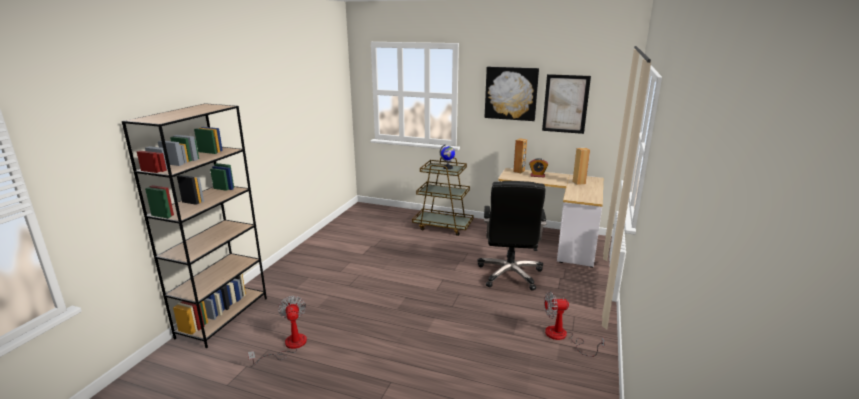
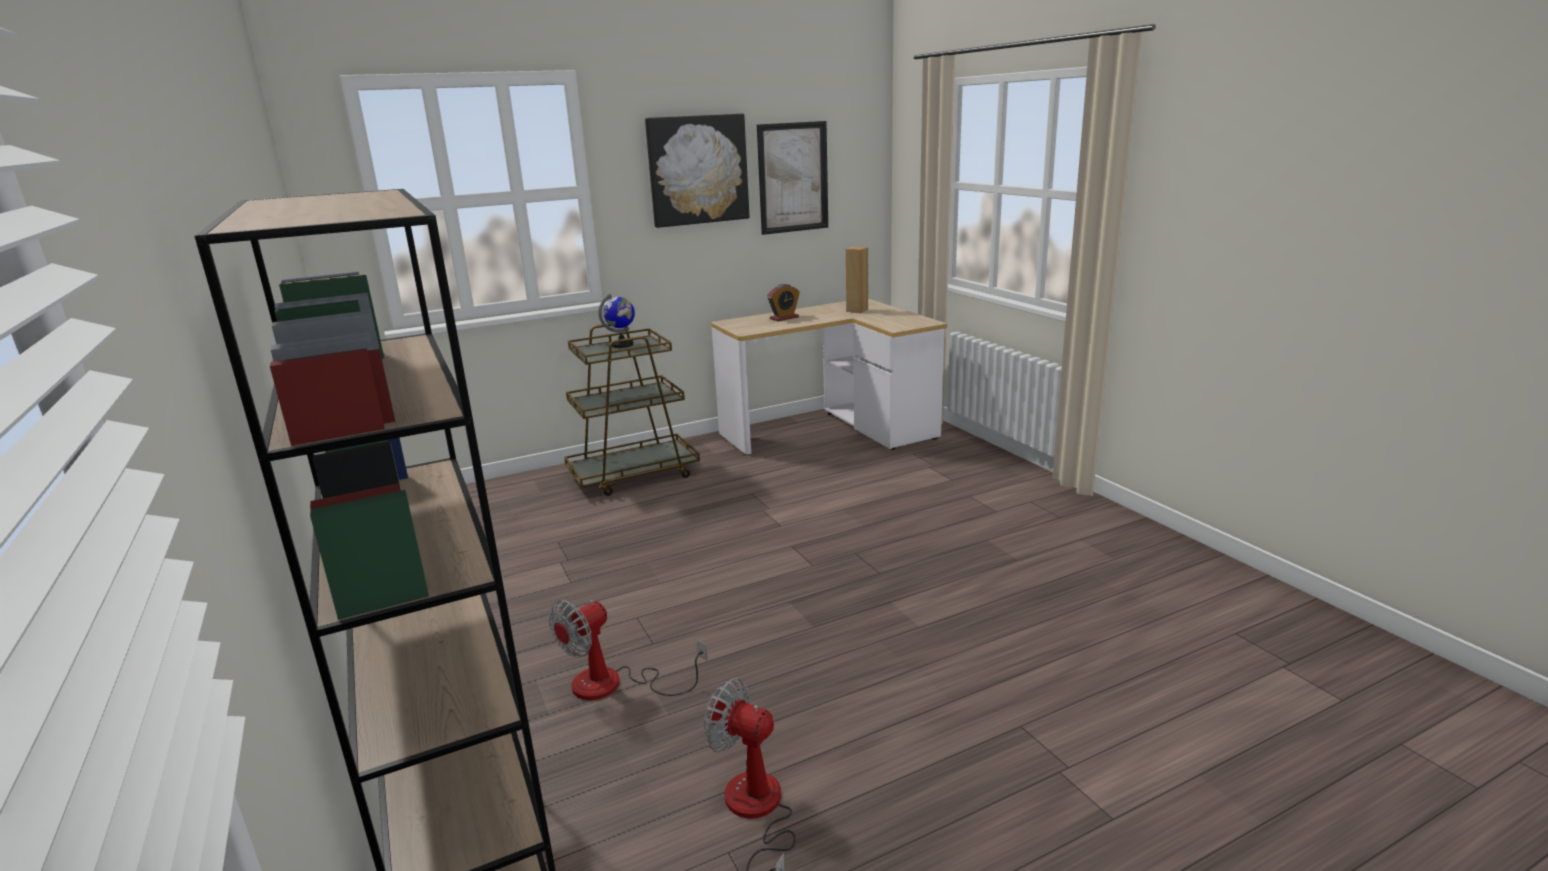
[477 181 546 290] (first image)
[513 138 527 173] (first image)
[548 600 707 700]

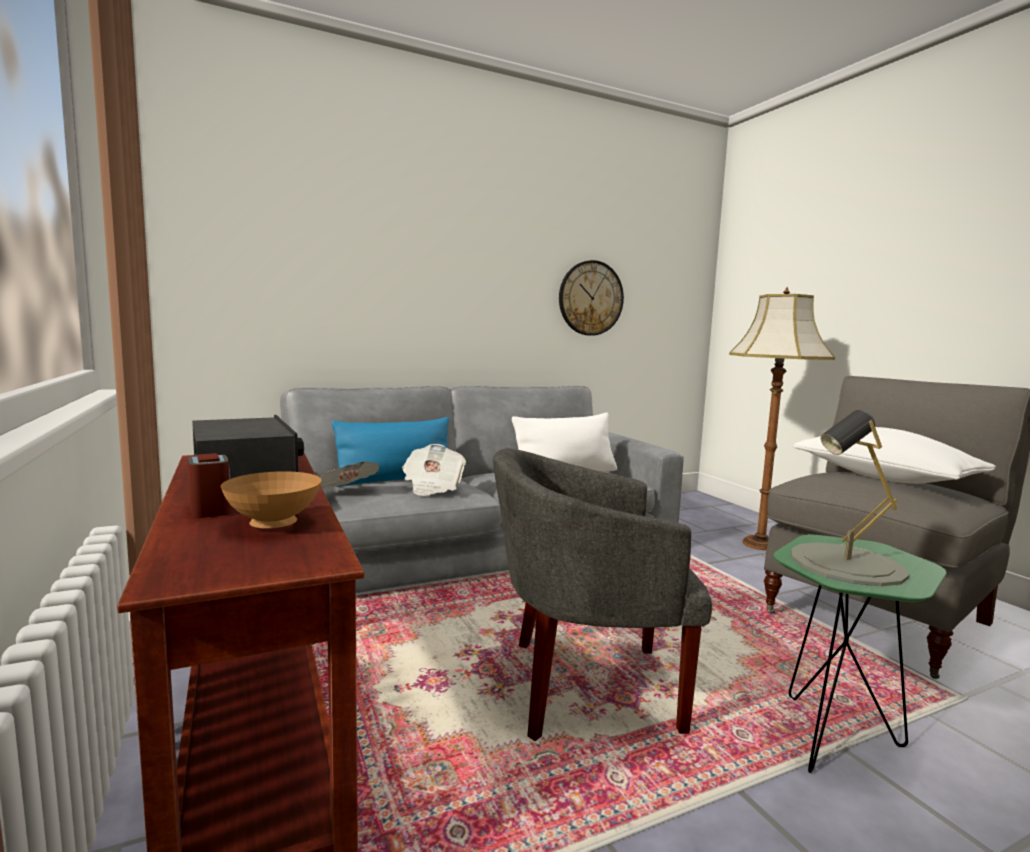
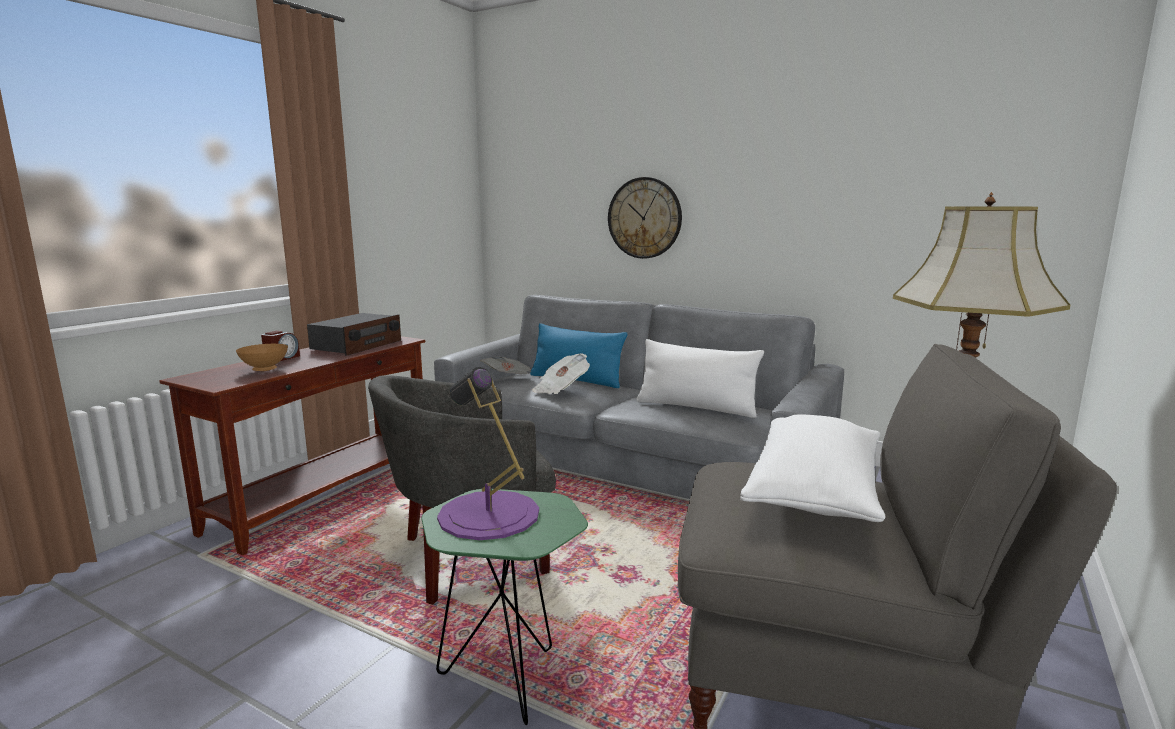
[368 375 556 605]
[608 177 682 259]
[437 367 539 540]

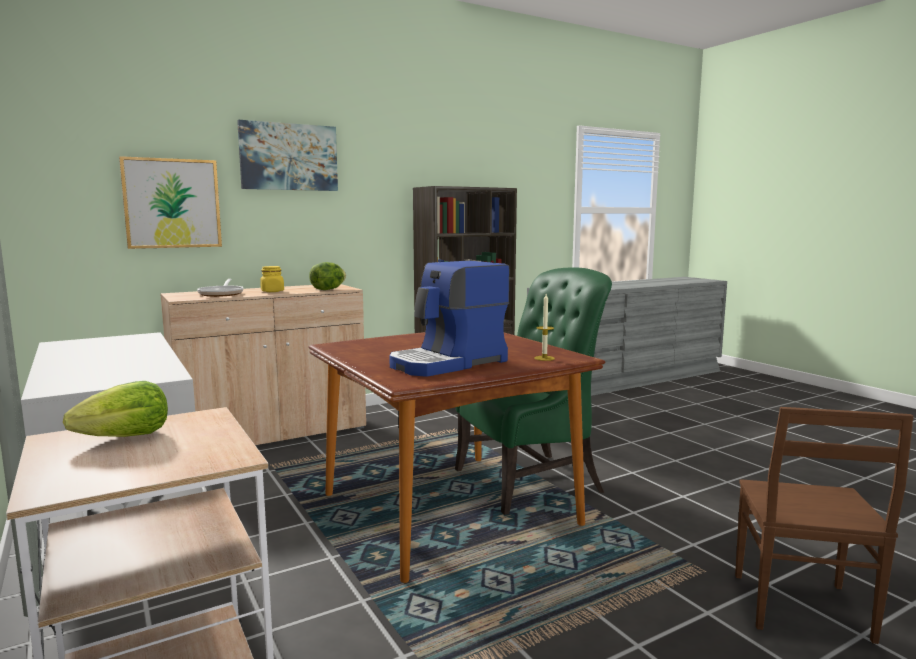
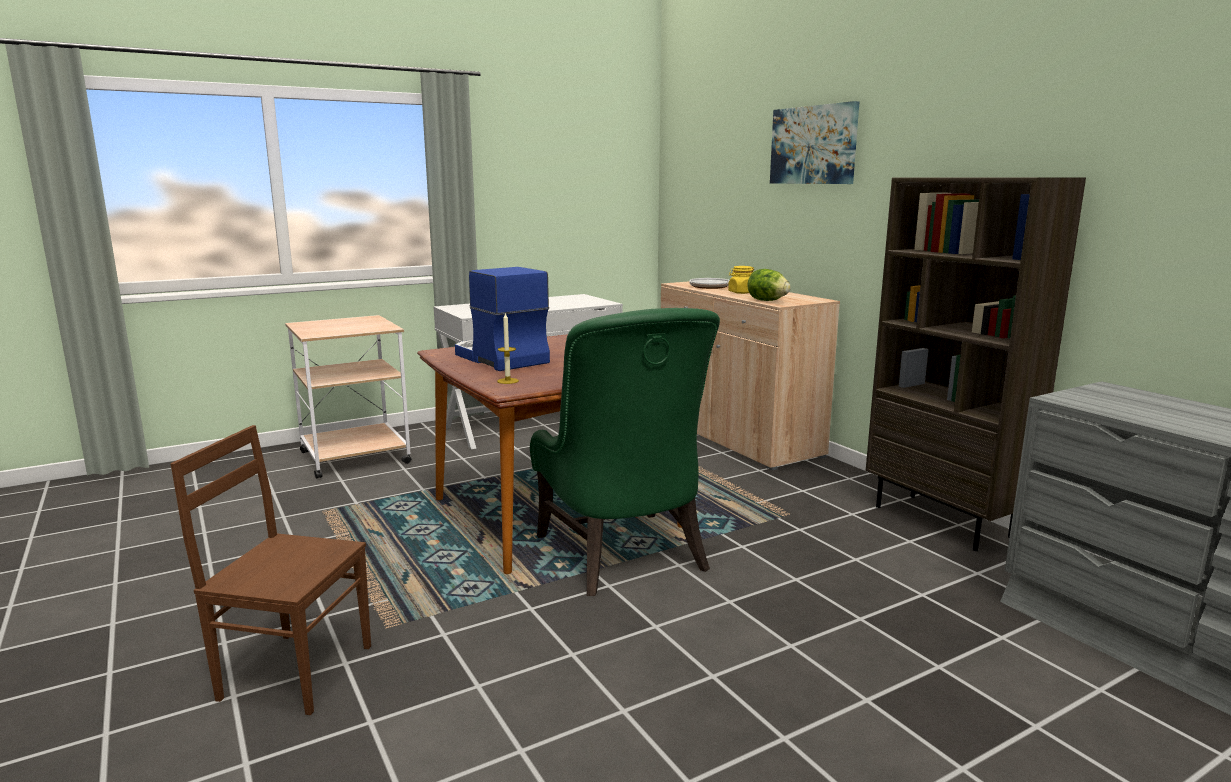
[63 381 168 437] (first image)
[119 156 222 249] (first image)

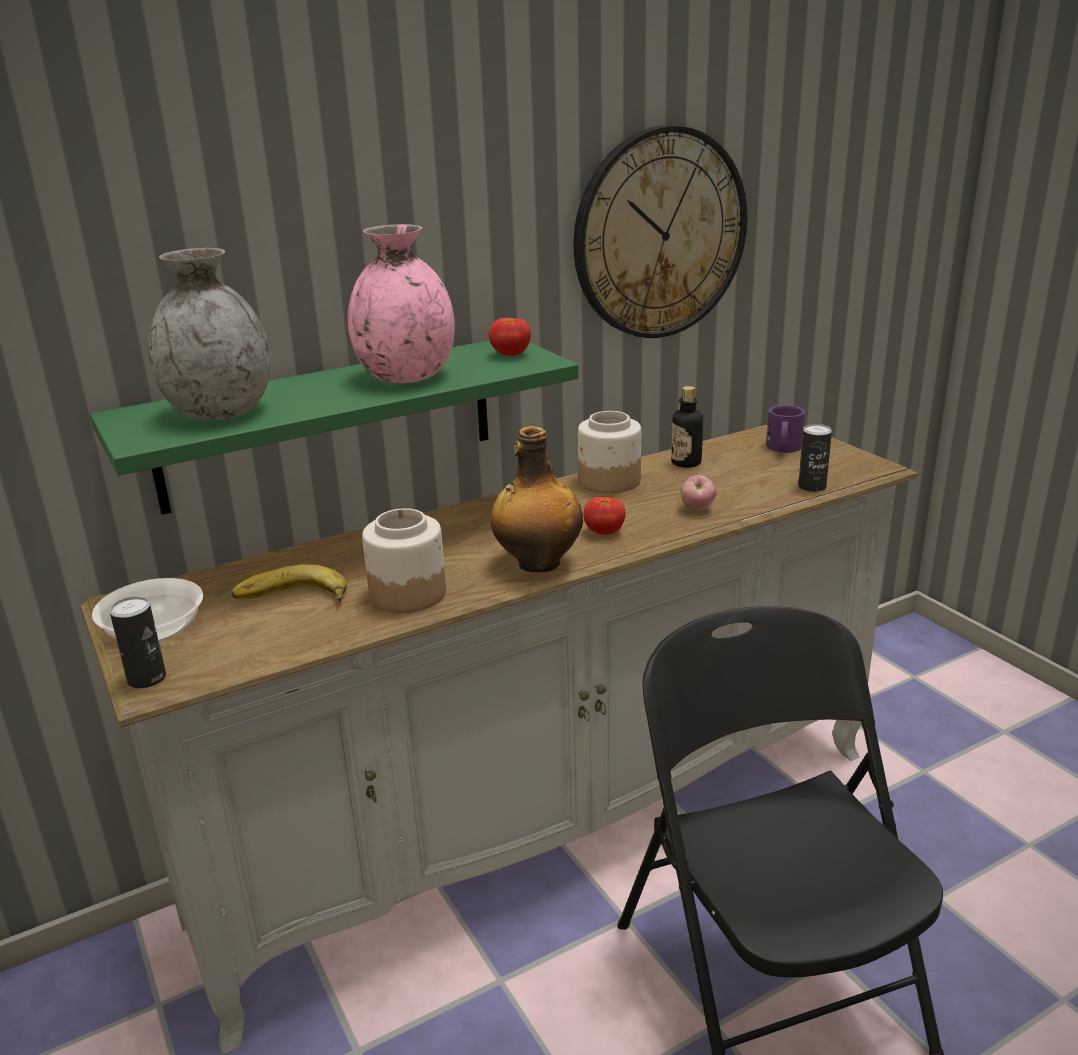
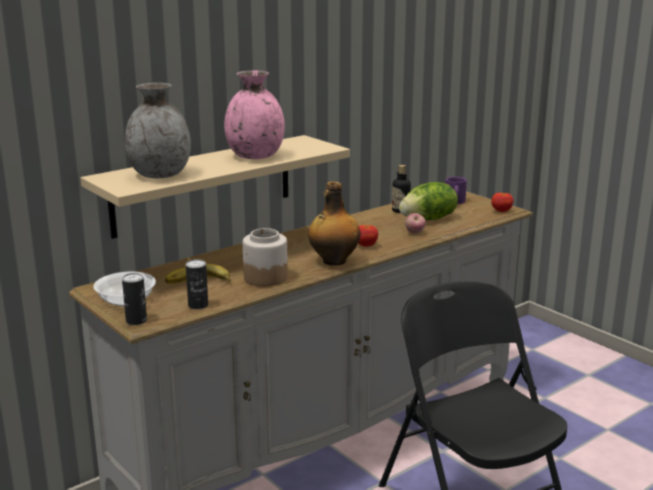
[80 135 350 239]
[491 193 513 212]
[574 125 748 338] (first image)
[578 411 641 493] (first image)
[186 259 208 309]
[399 182 458 220]

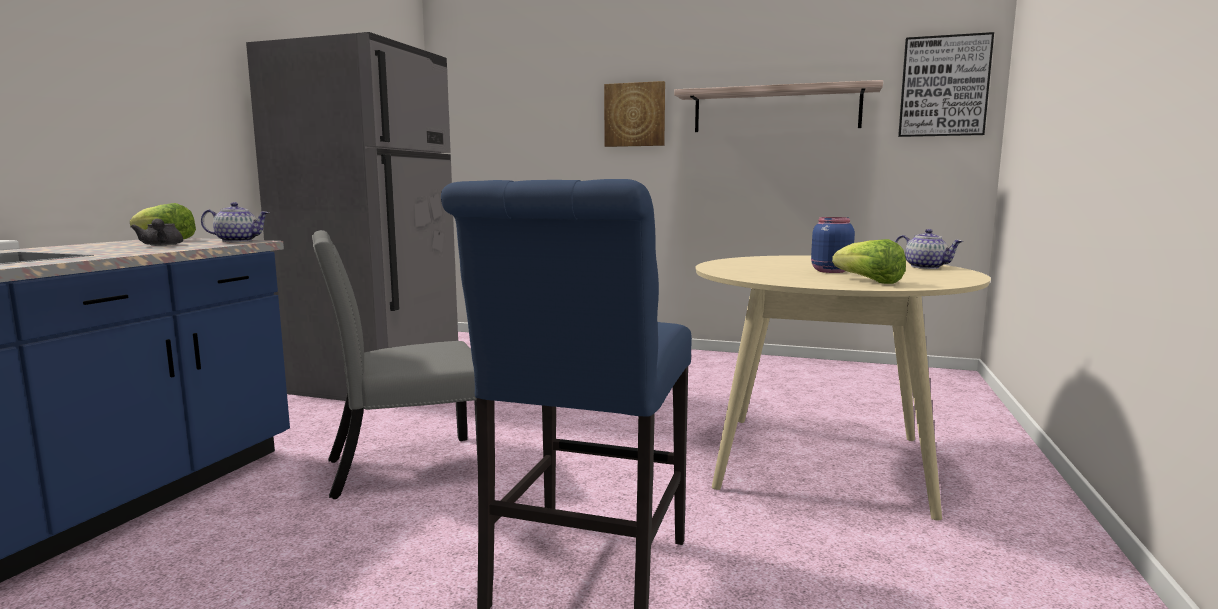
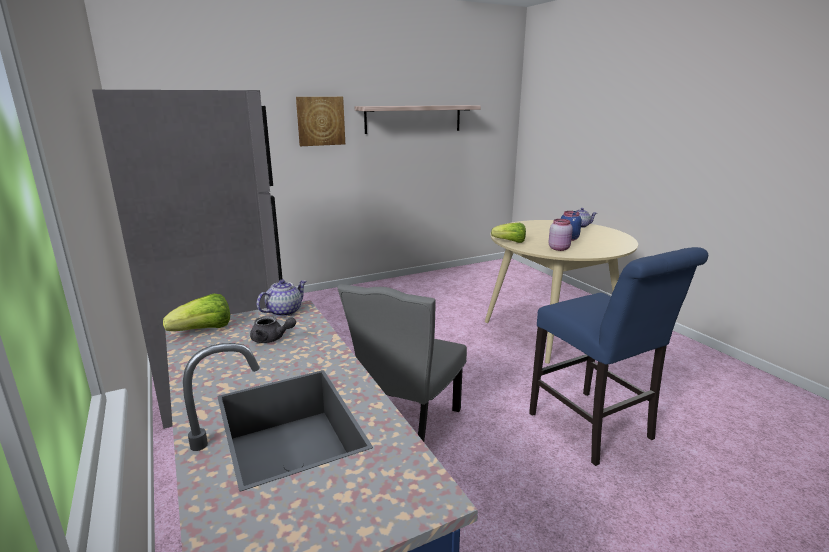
[491 223 526 243]
[898 32 994 137] (first image)
[548 219 573 251]

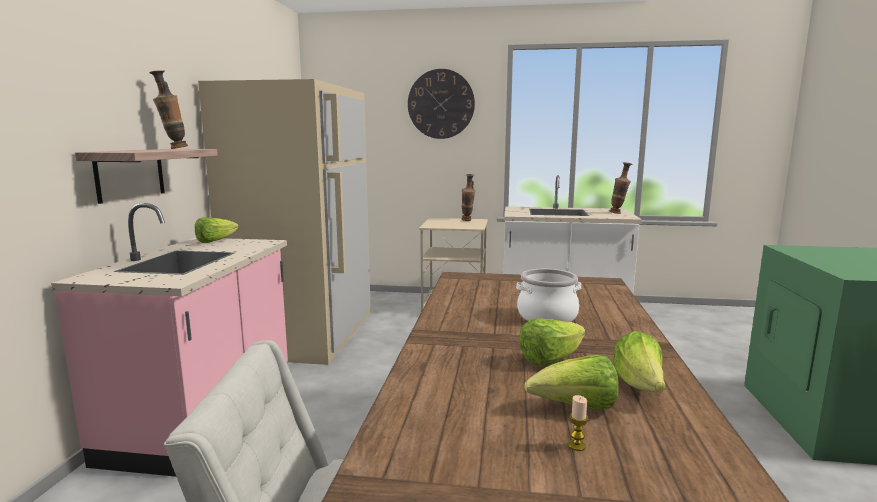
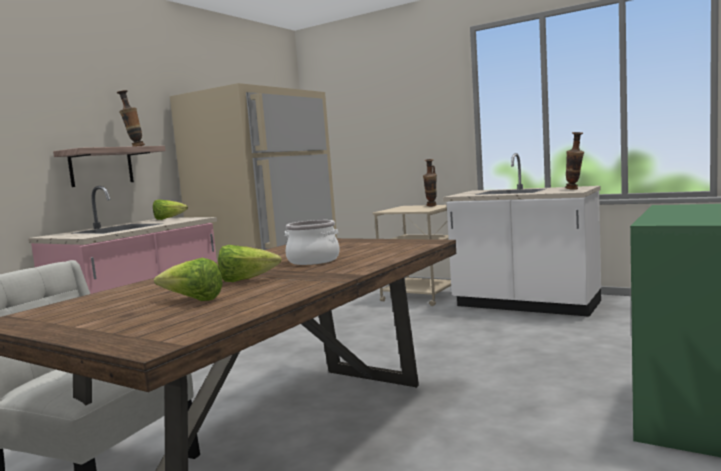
[408 69 475 139] (first image)
[568 395 588 451] (first image)
[612 331 666 392] (first image)

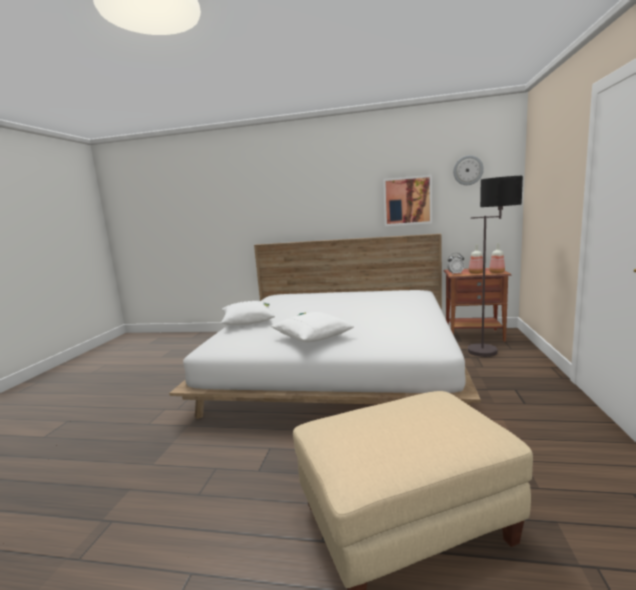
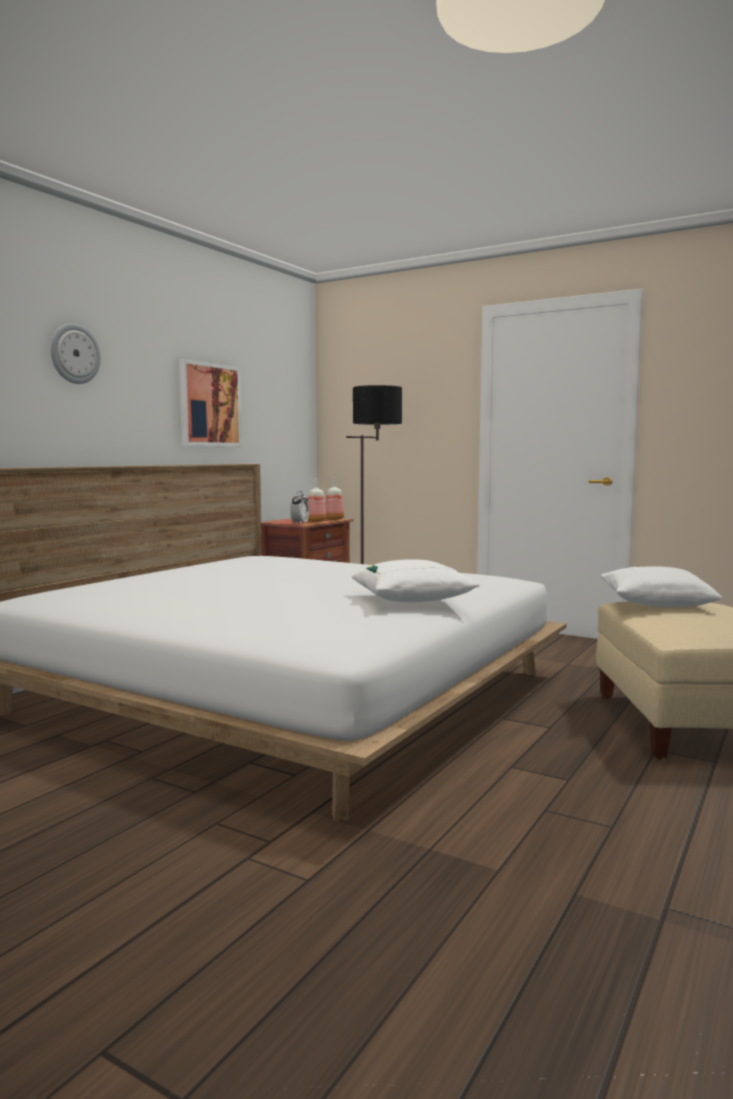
[601 566 722 607]
[50 323 101 384]

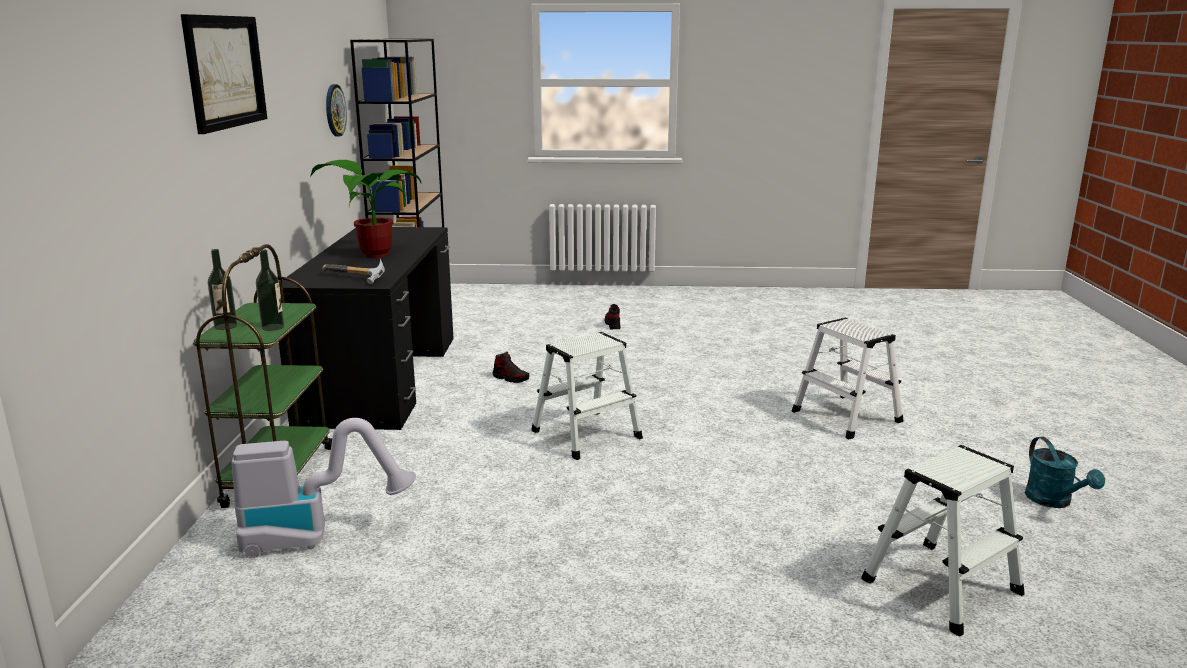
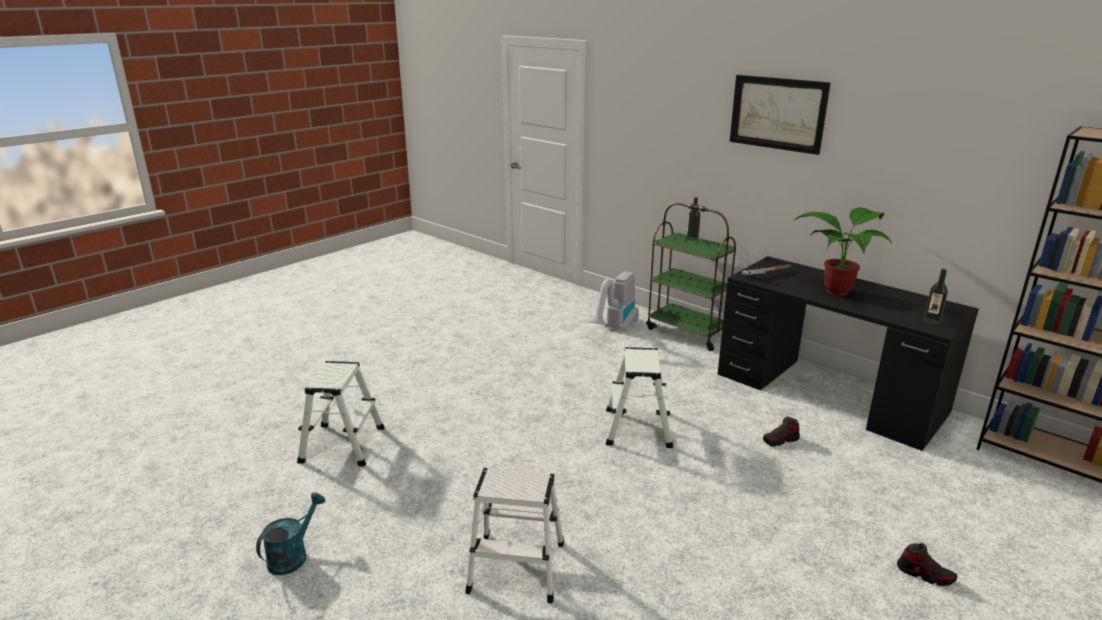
[923 269 948 325]
[326 84 347 137] (first image)
[256 492 325 575]

